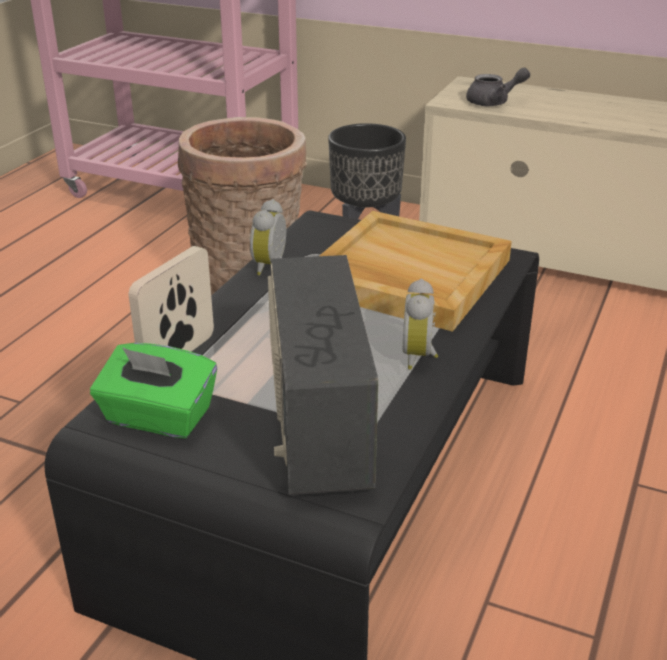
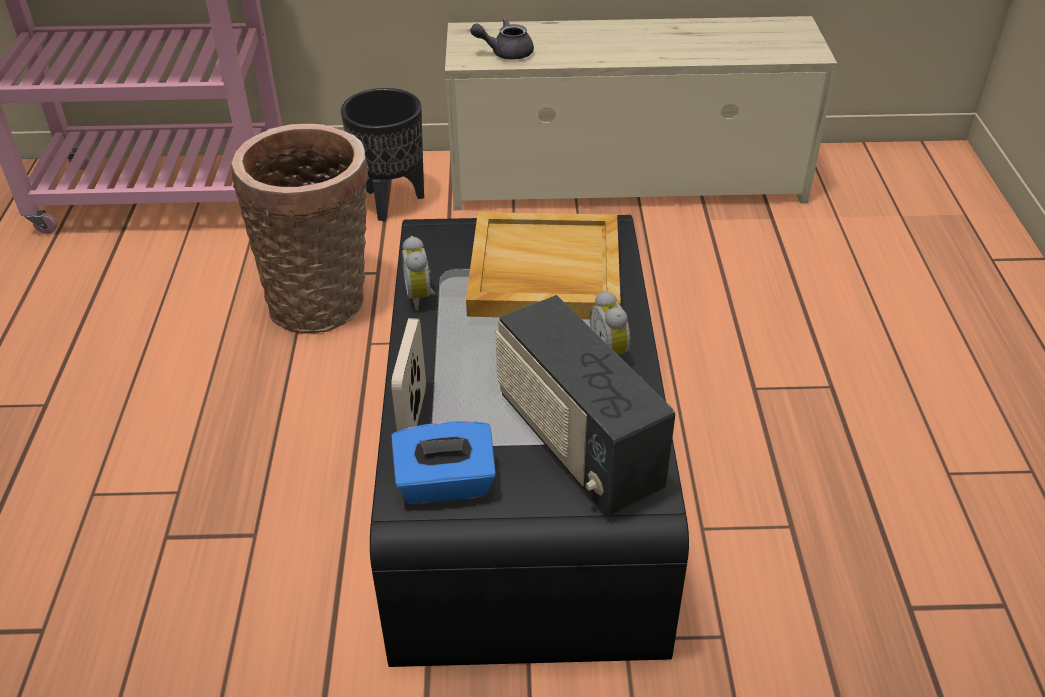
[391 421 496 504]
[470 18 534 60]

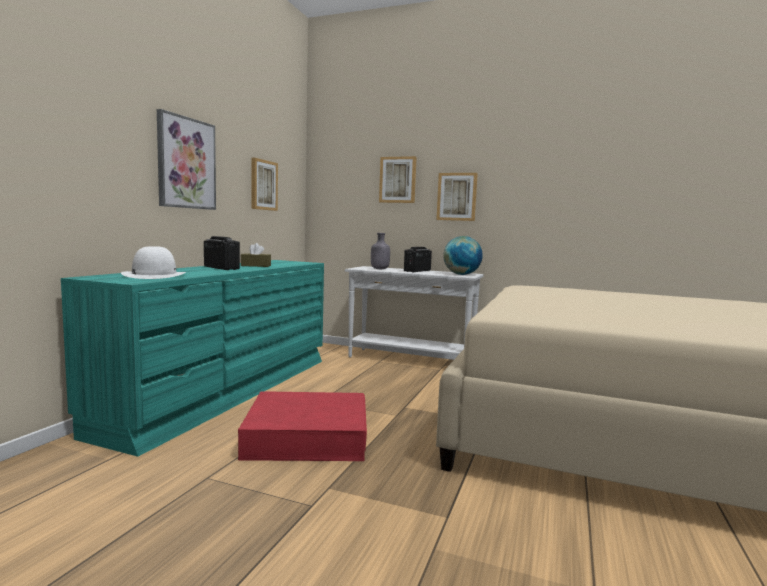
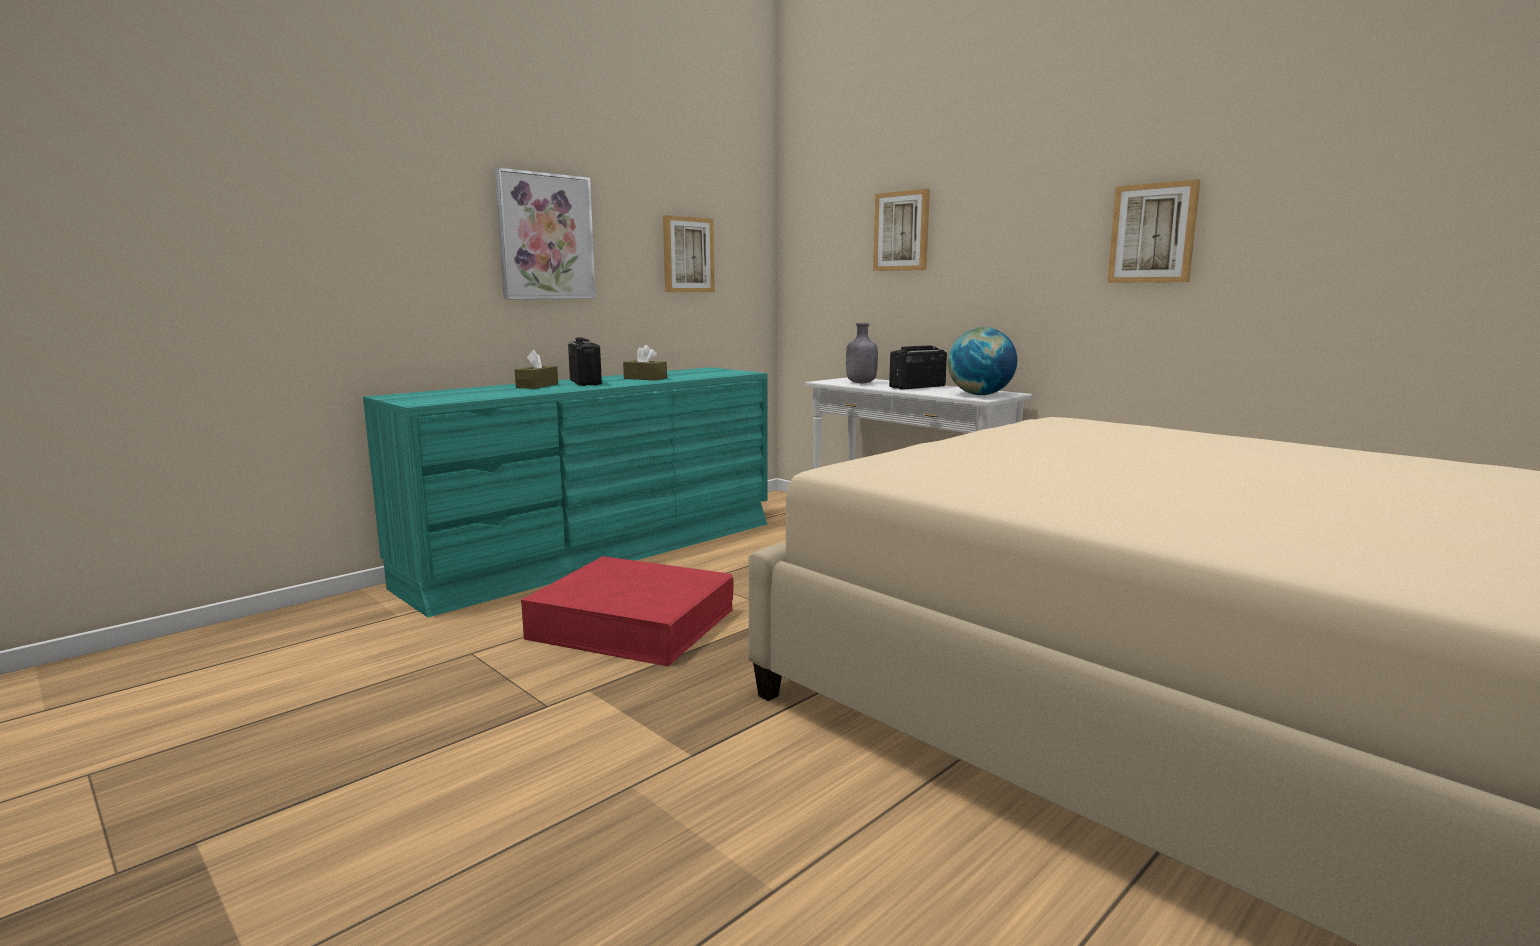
[121 246 186 279] (first image)
[1107 179 1200 283]
[515 350 558 389]

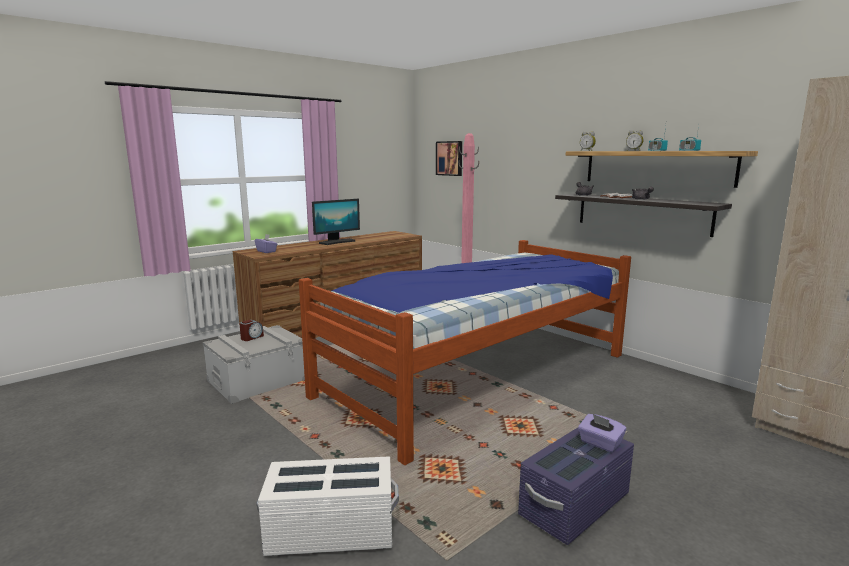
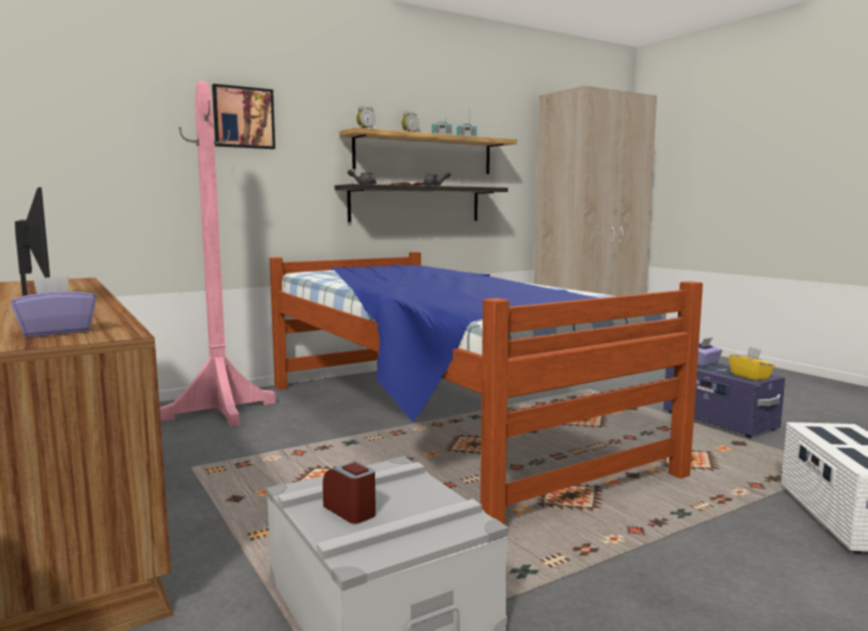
[212 84 275 149]
[729 347 775 381]

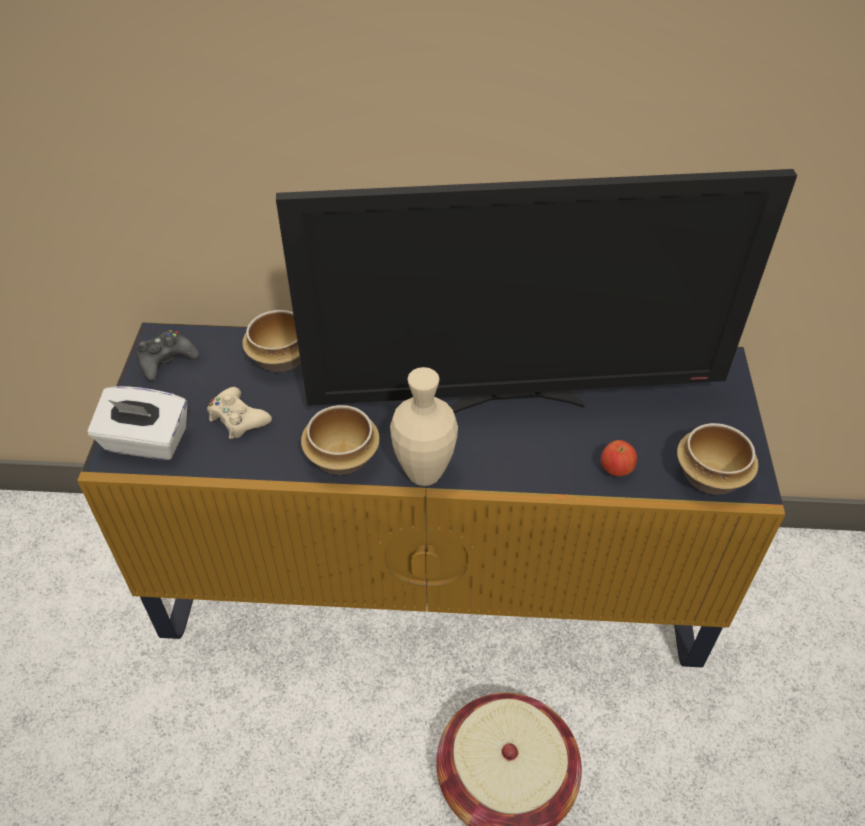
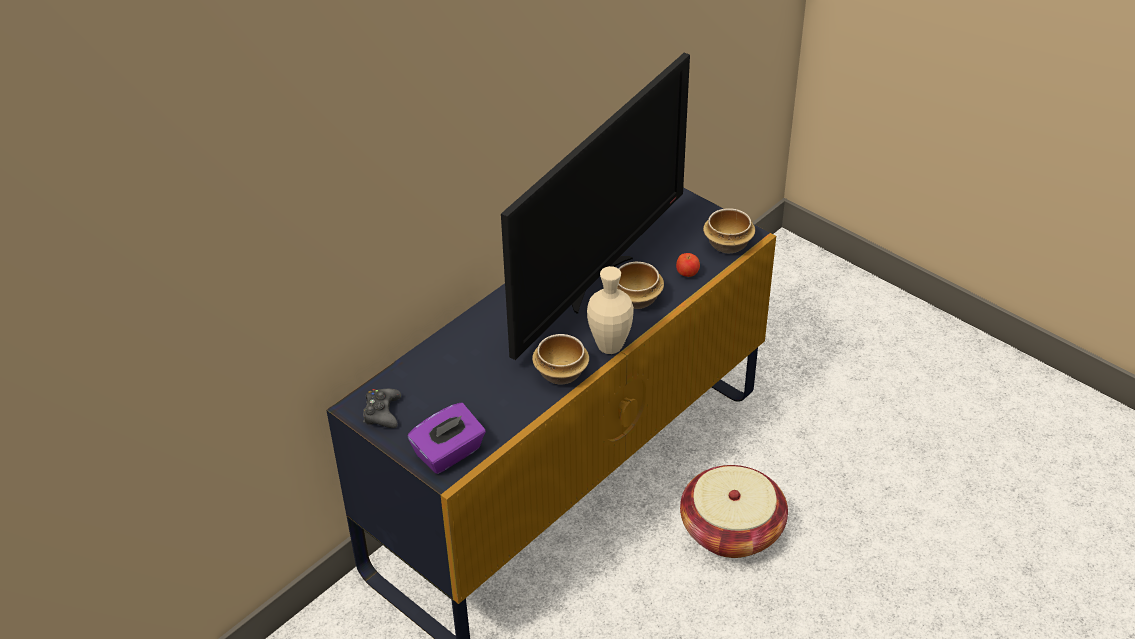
[408 403 486 474]
[207 387 272 439] (first image)
[617 262 664 309]

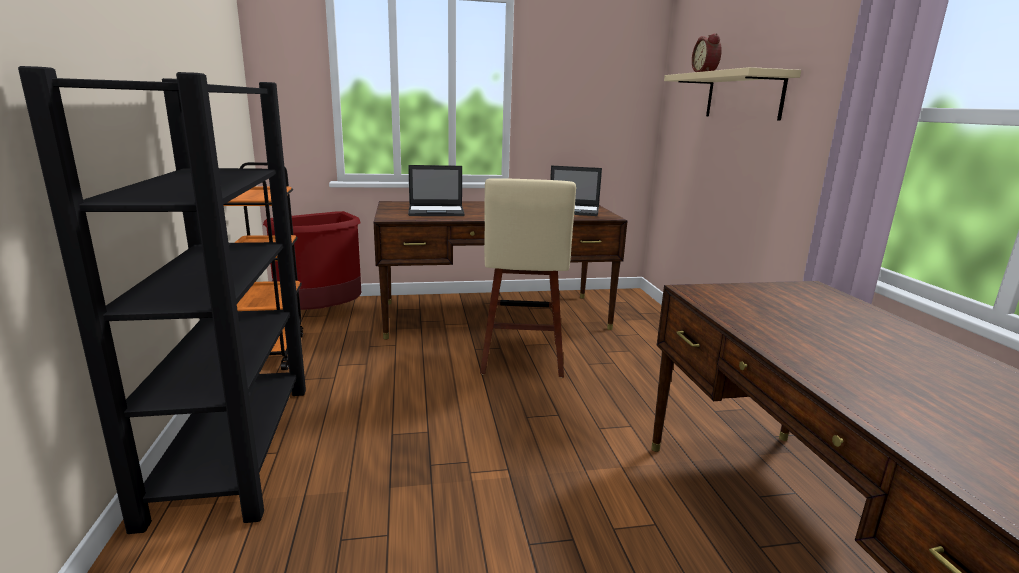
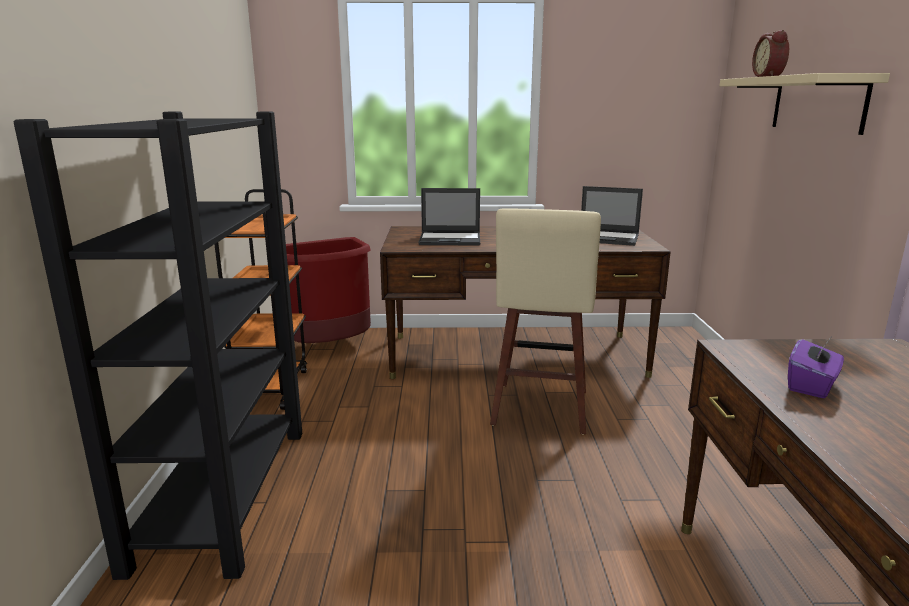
[788 339 844 398]

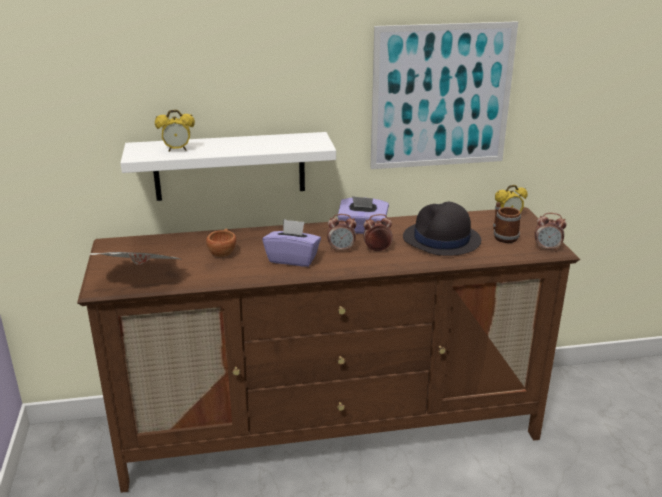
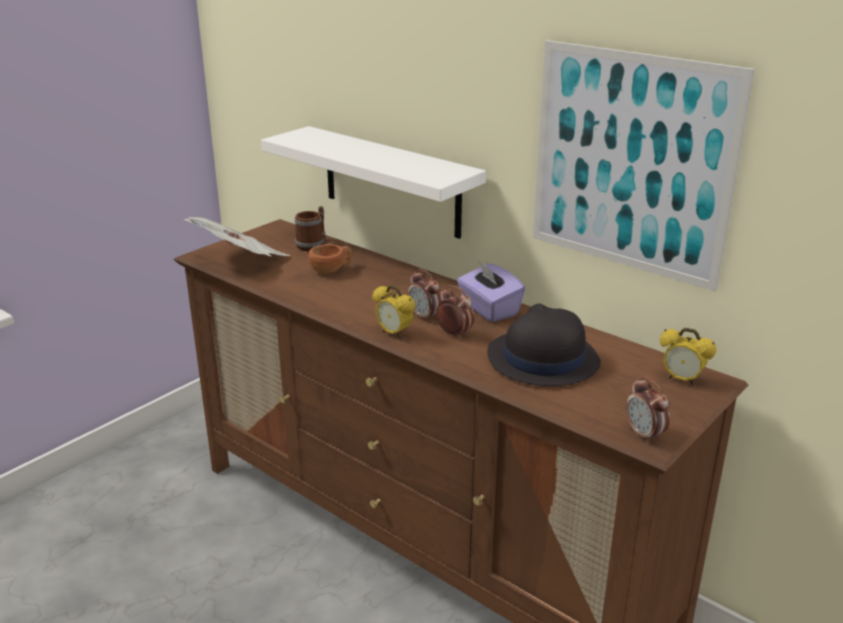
[372 285 415 339]
[262 219 321 267] (first image)
[295 206 325 251]

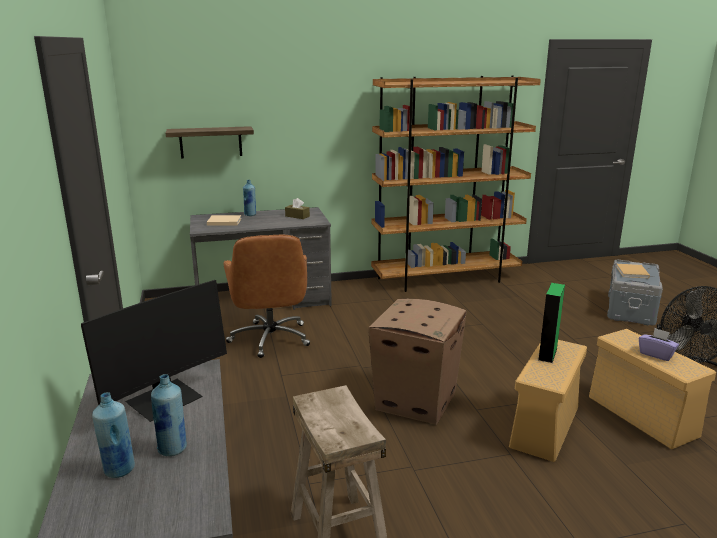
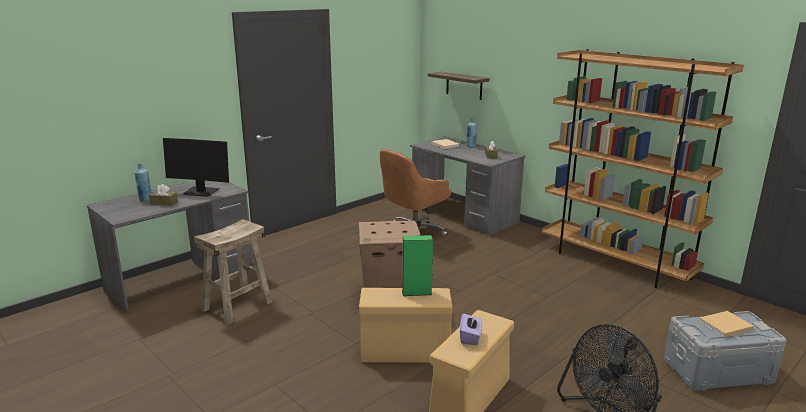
[149 184 178 206]

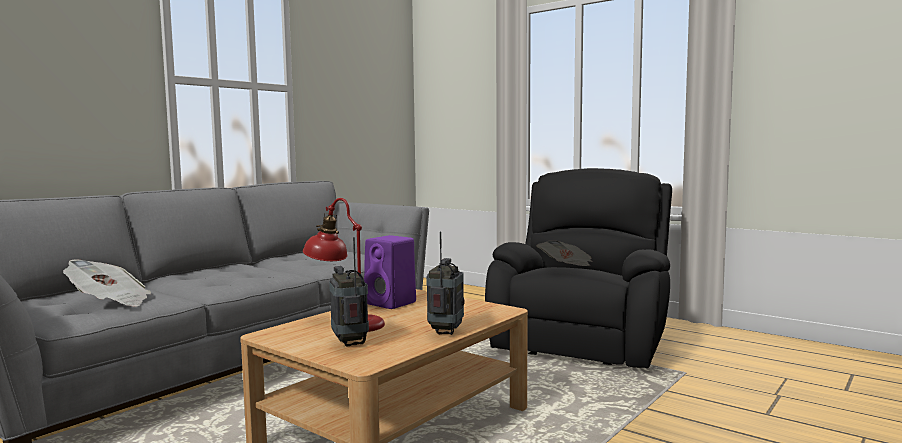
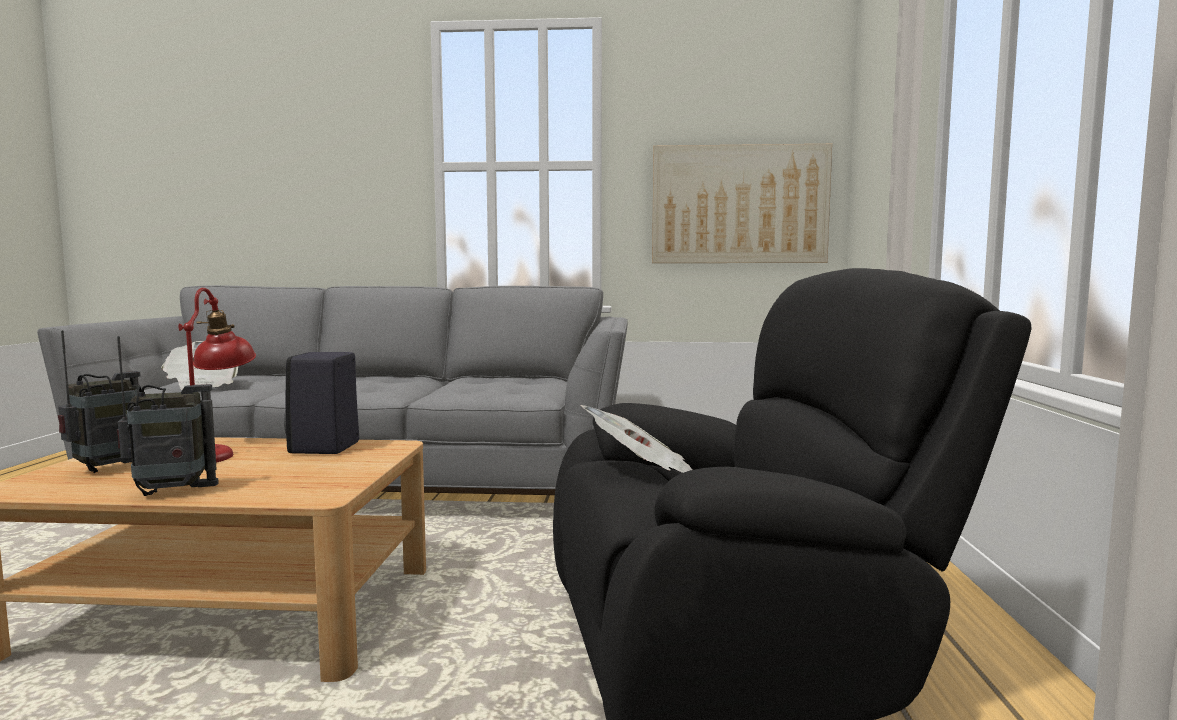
[284 352 359 454]
[652 144 832 263]

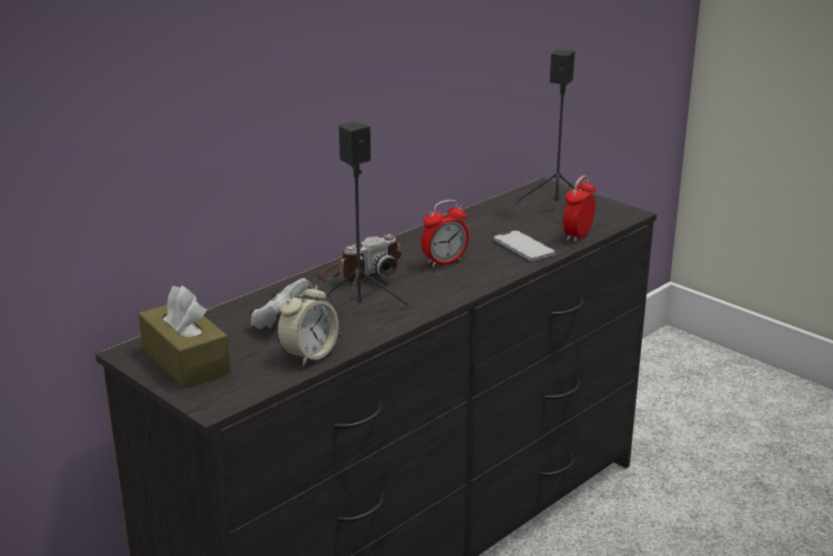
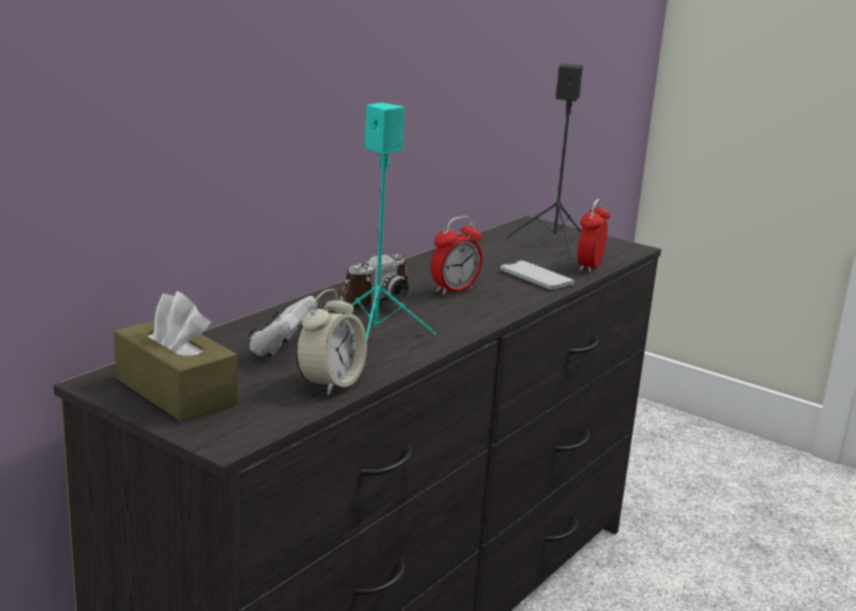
[340 103 436 340]

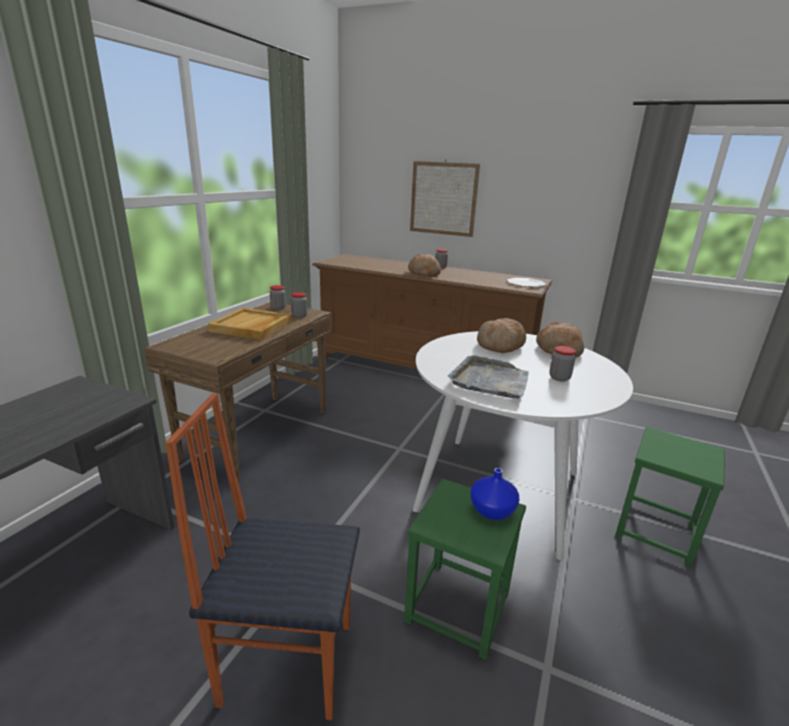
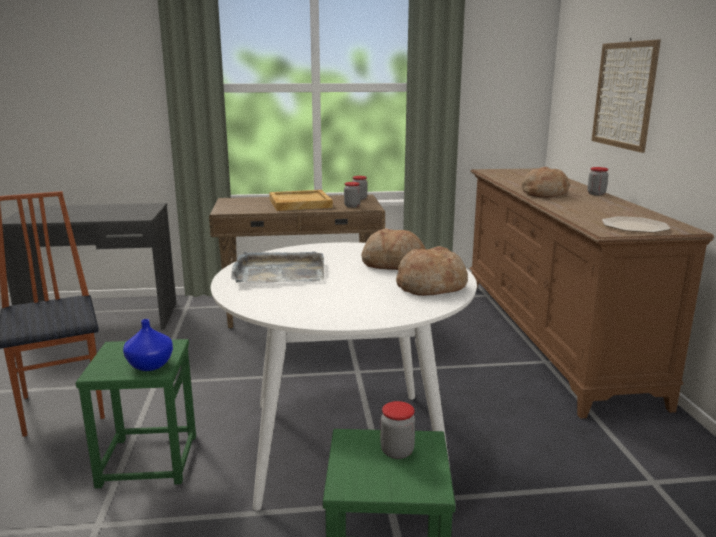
[381 401 415 459]

